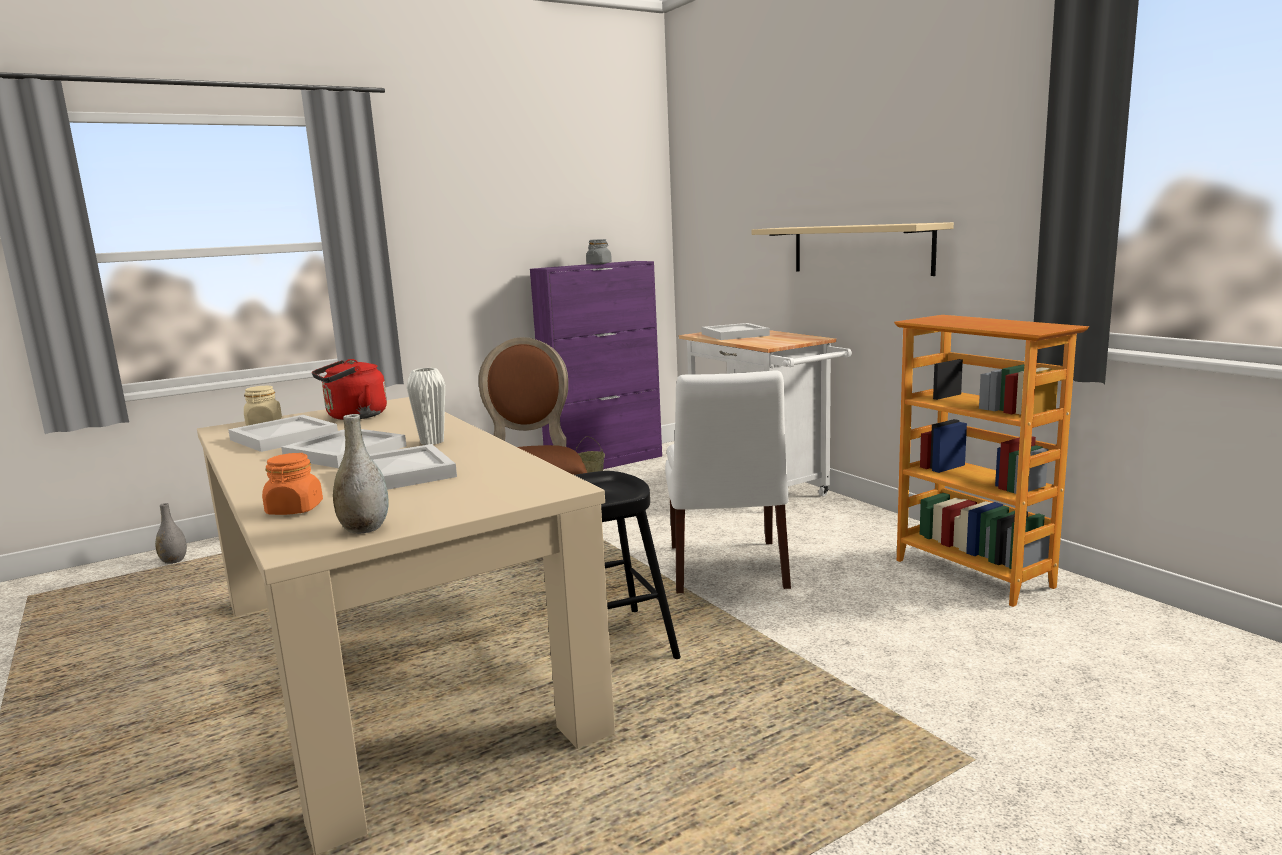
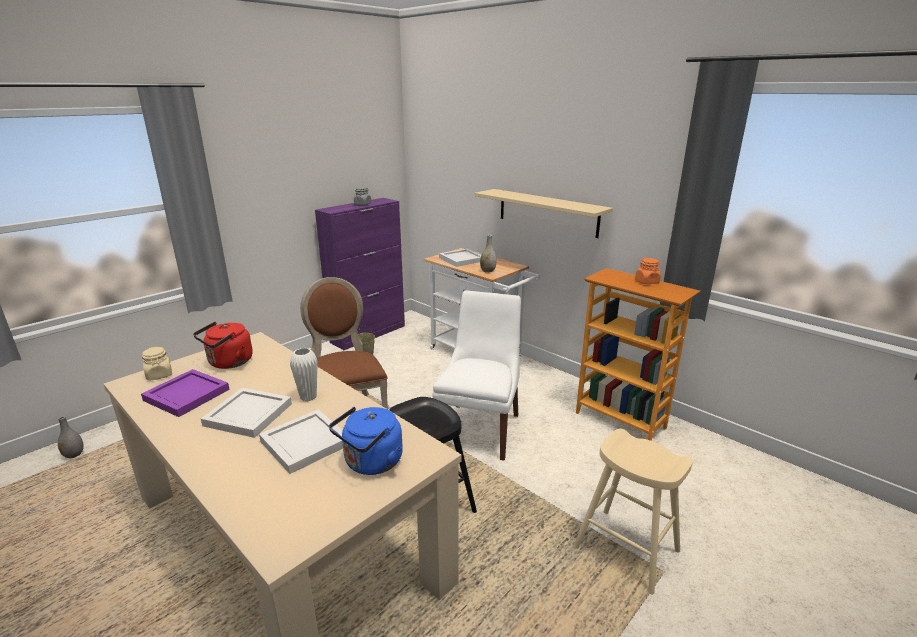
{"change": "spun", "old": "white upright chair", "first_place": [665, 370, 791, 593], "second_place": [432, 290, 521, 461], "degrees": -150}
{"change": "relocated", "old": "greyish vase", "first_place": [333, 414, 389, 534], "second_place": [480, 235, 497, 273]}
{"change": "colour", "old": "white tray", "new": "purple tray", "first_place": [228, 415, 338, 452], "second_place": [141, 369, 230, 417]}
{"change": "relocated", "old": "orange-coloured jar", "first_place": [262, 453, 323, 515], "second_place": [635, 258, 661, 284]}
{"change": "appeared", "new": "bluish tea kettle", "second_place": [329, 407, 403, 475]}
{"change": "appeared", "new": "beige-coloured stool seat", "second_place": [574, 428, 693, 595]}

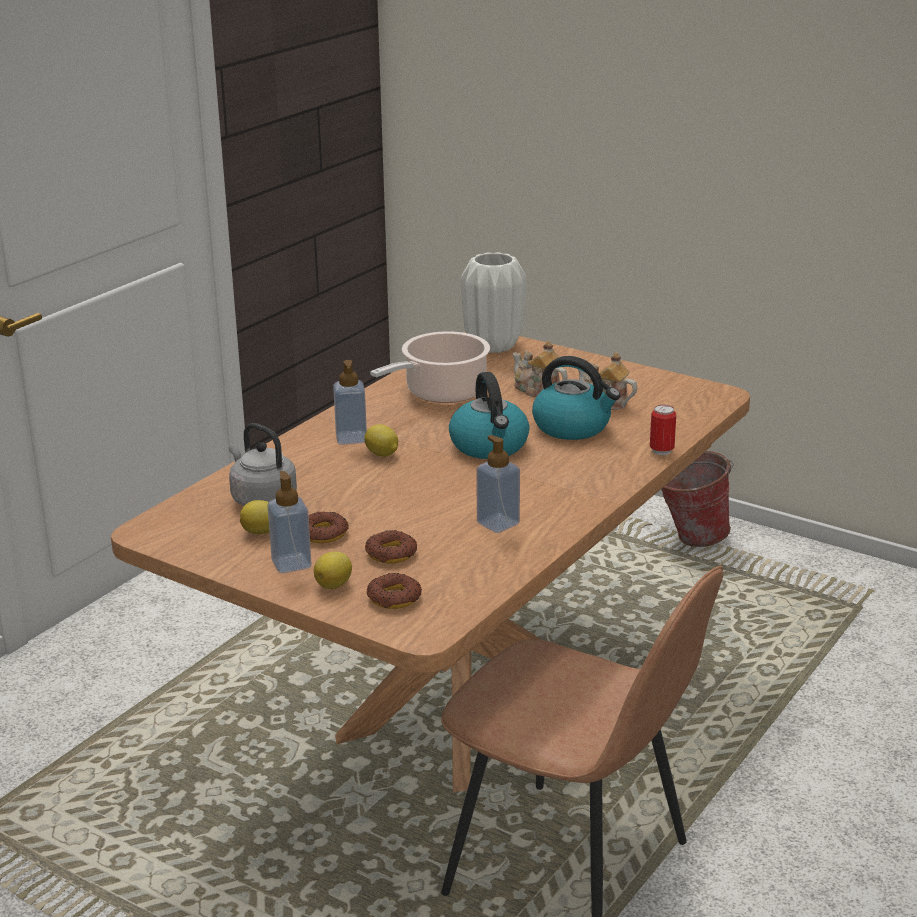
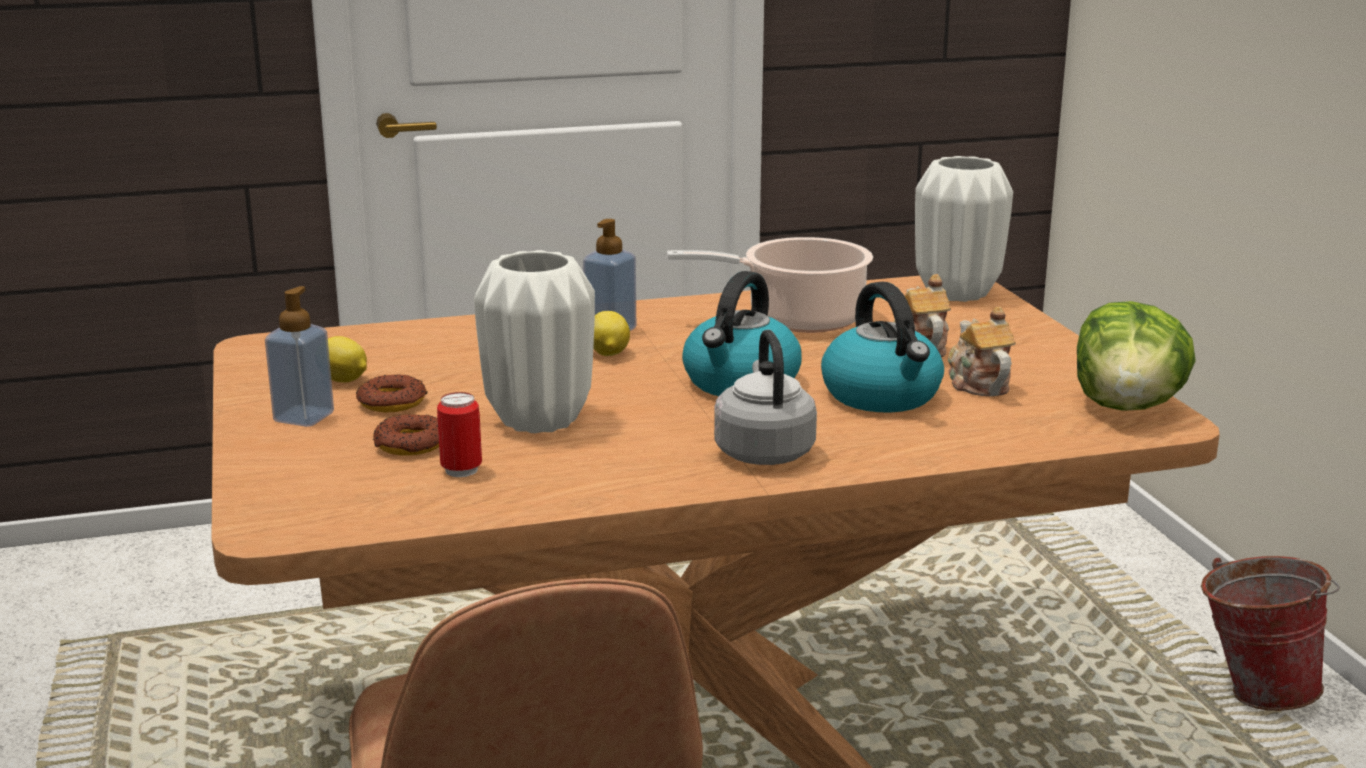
{"change": "relocated", "old": "metal can", "first_place": [650, 405, 676, 455], "second_place": [437, 392, 482, 477]}
{"change": "relocated", "old": "greyish tea kettle", "first_place": [229, 423, 297, 506], "second_place": [714, 330, 817, 465]}
{"change": "missing", "old": "soap bottle", "first_place": [476, 435, 520, 533]}
{"change": "missing", "old": "citrus fruit", "first_place": [314, 551, 352, 589]}
{"change": "missing", "old": "ring doughnut", "first_place": [367, 573, 422, 609]}
{"change": "appeared", "new": "white vase", "second_place": [474, 250, 595, 433]}
{"change": "appeared", "new": "lettuce head", "second_place": [1077, 301, 1196, 411]}

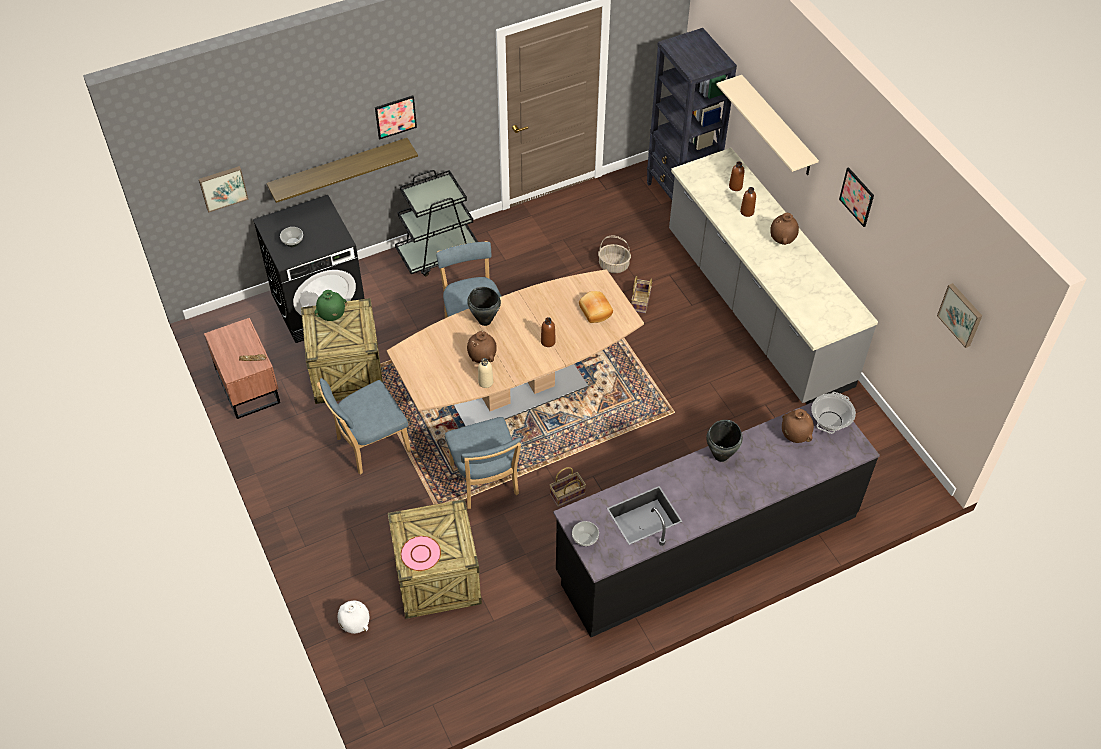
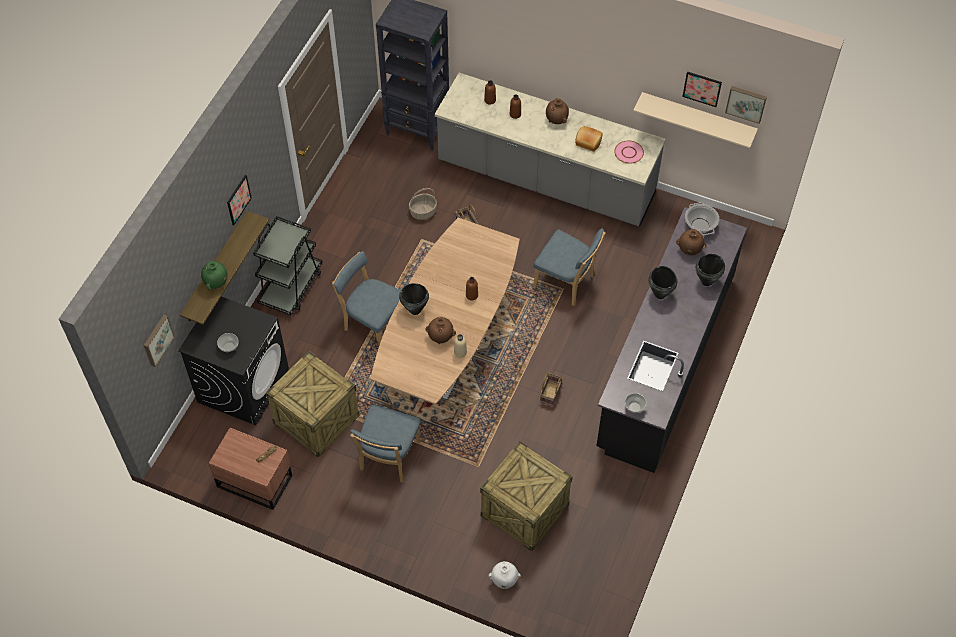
{"change": "relocated", "old": "beige-coloured wall shelf", "first_place": [716, 75, 819, 175], "second_place": [633, 92, 758, 148]}
{"change": "relocated", "old": "picture", "first_place": [839, 167, 874, 227], "second_place": [682, 71, 722, 107]}
{"change": "relocated", "old": "green vase", "first_place": [314, 290, 347, 321], "second_place": [201, 261, 228, 289]}
{"change": "relocated", "old": "bread", "first_place": [579, 291, 613, 323], "second_place": [575, 126, 603, 152]}
{"change": "relocated", "old": "bluish upright chair", "first_place": [445, 417, 521, 509], "second_place": [533, 228, 606, 306]}
{"change": "relocated", "old": "pinkish flat dish", "first_place": [401, 536, 441, 571], "second_place": [614, 141, 644, 163]}
{"change": "appeared", "new": "black stockpot", "second_place": [696, 254, 725, 286]}

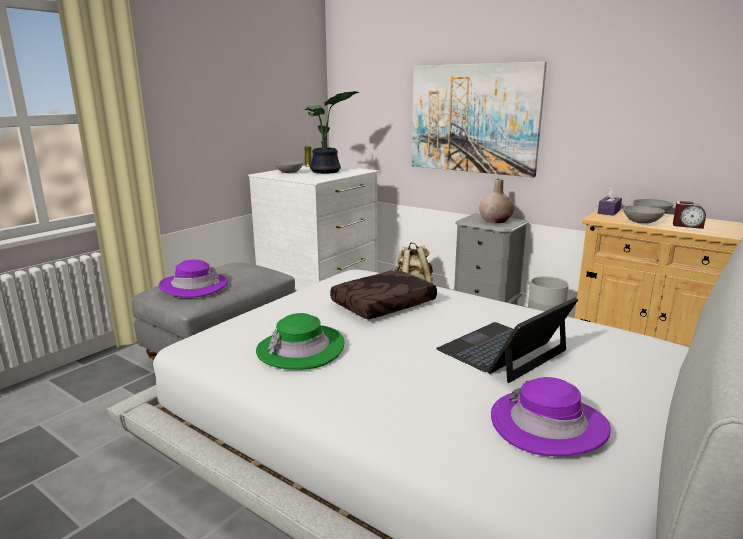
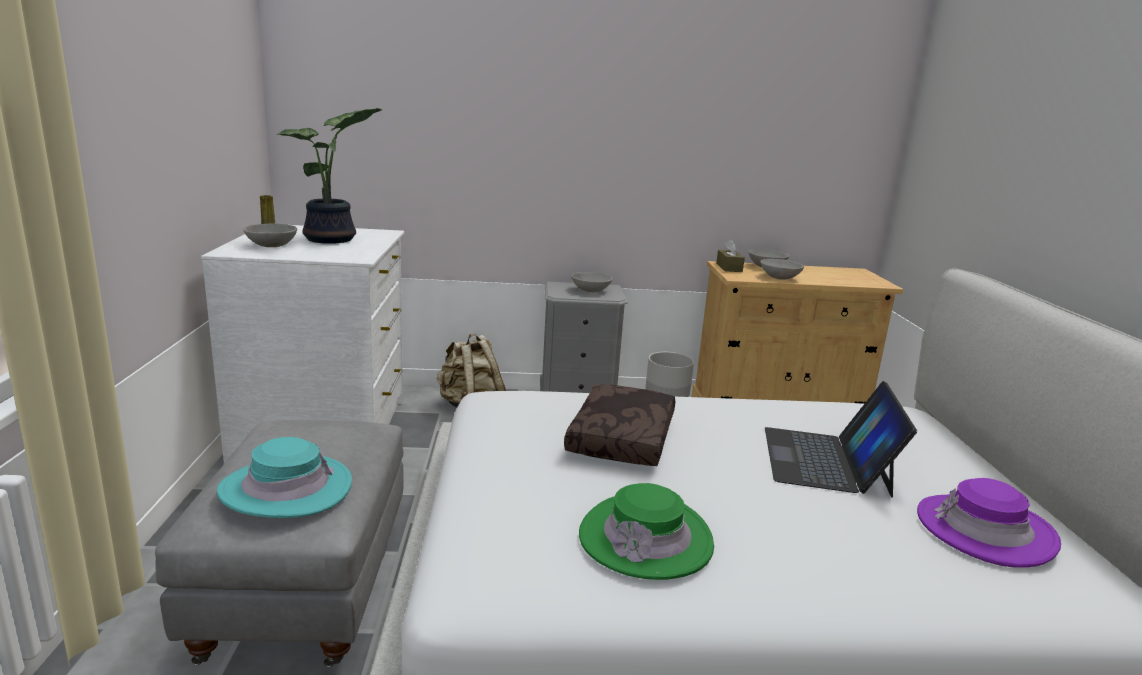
{"change": "missing", "old": "picture", "first_place": [412, 62, 547, 178]}
{"change": "exchanged", "old": "beige-coloured vase", "new": "greyish bowl", "first_place": [479, 179, 514, 223], "second_place": [571, 272, 613, 292]}
{"change": "colour", "old": "purple box of tissues", "new": "brown box of tissues", "first_place": [598, 187, 622, 216], "second_place": [716, 239, 745, 272]}
{"change": "missing", "old": "table clock", "first_place": [673, 201, 706, 229]}
{"change": "colour", "old": "purple hat", "new": "turquoise-coloured hat", "first_place": [158, 260, 228, 297], "second_place": [217, 437, 352, 518]}

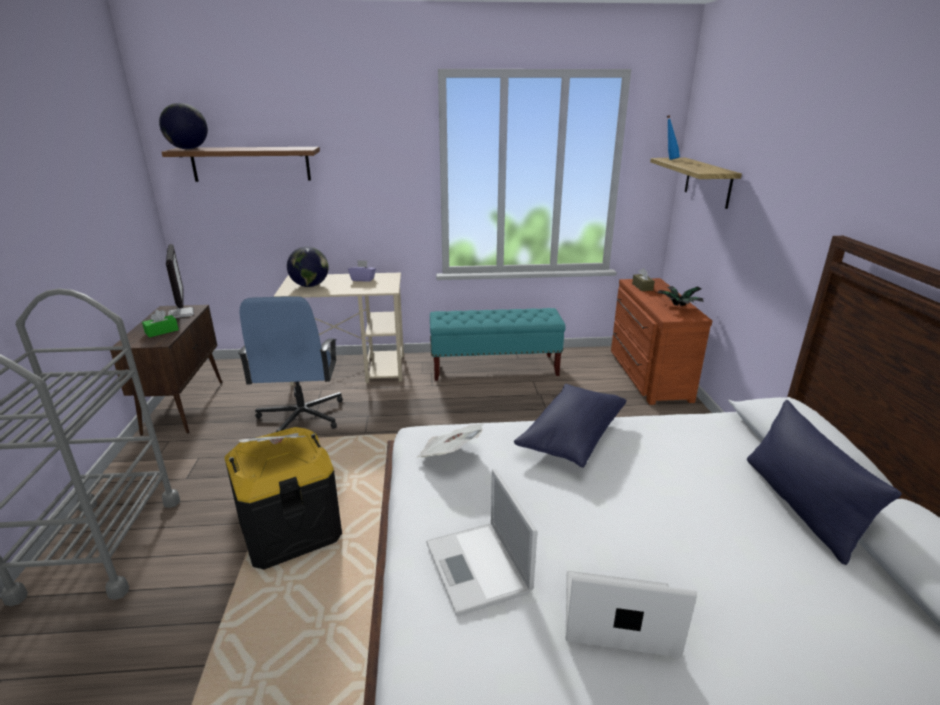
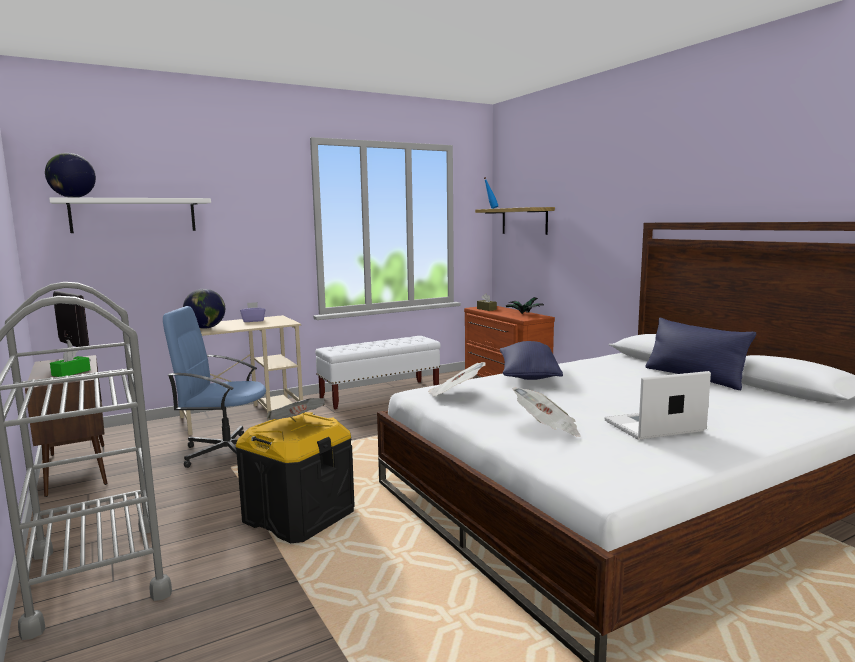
{"change": "colour", "old": "brown wall shelf", "new": "white wall shelf", "first_place": [162, 147, 320, 182], "second_place": [49, 197, 211, 233]}
{"change": "spun", "old": "bluish office chair", "first_place": [238, 296, 343, 432], "second_place": [163, 306, 266, 468], "degrees": 120}
{"change": "colour", "old": "turquoise-coloured bench", "new": "white bench", "first_place": [430, 308, 566, 381], "second_place": [315, 336, 441, 410]}
{"change": "exchanged", "old": "portable computer", "new": "newspaper", "first_place": [426, 469, 537, 616], "second_place": [513, 387, 581, 437]}

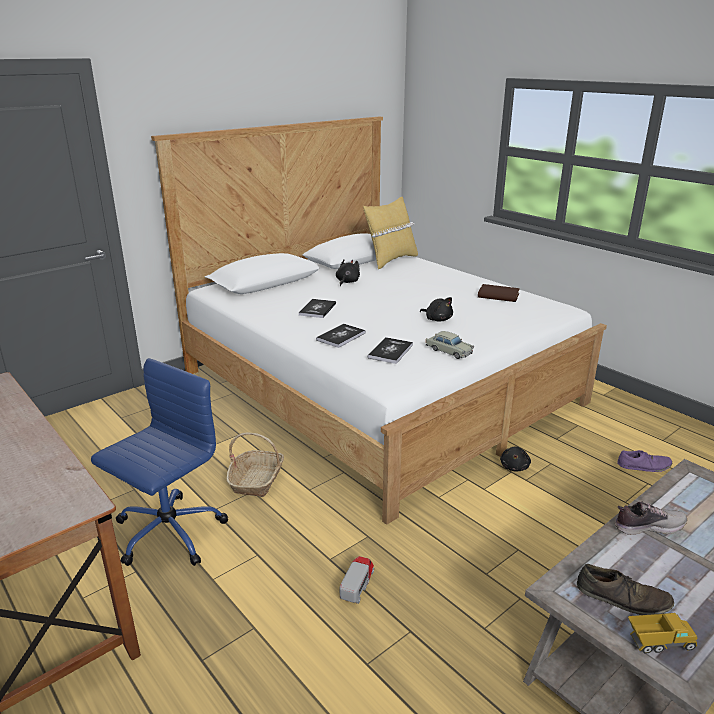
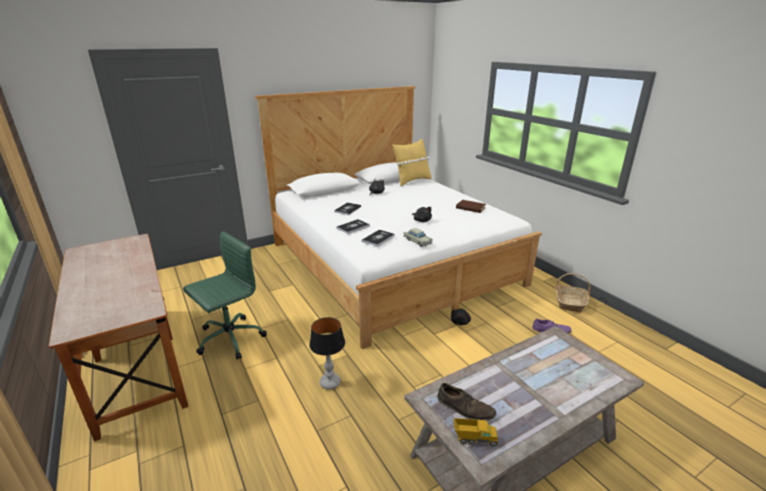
{"change": "colour", "old": "bluish office chair", "new": "green office chair", "first_place": [91, 358, 228, 566], "second_place": [183, 231, 267, 360]}
{"change": "relocated", "old": "storage basket", "first_place": [226, 433, 284, 497], "second_place": [556, 273, 591, 313]}
{"change": "missing", "old": "item of footwear", "first_place": [615, 501, 687, 535]}
{"change": "exchanged", "old": "toy truck", "new": "table lamp", "first_place": [340, 556, 374, 604], "second_place": [309, 317, 345, 390]}

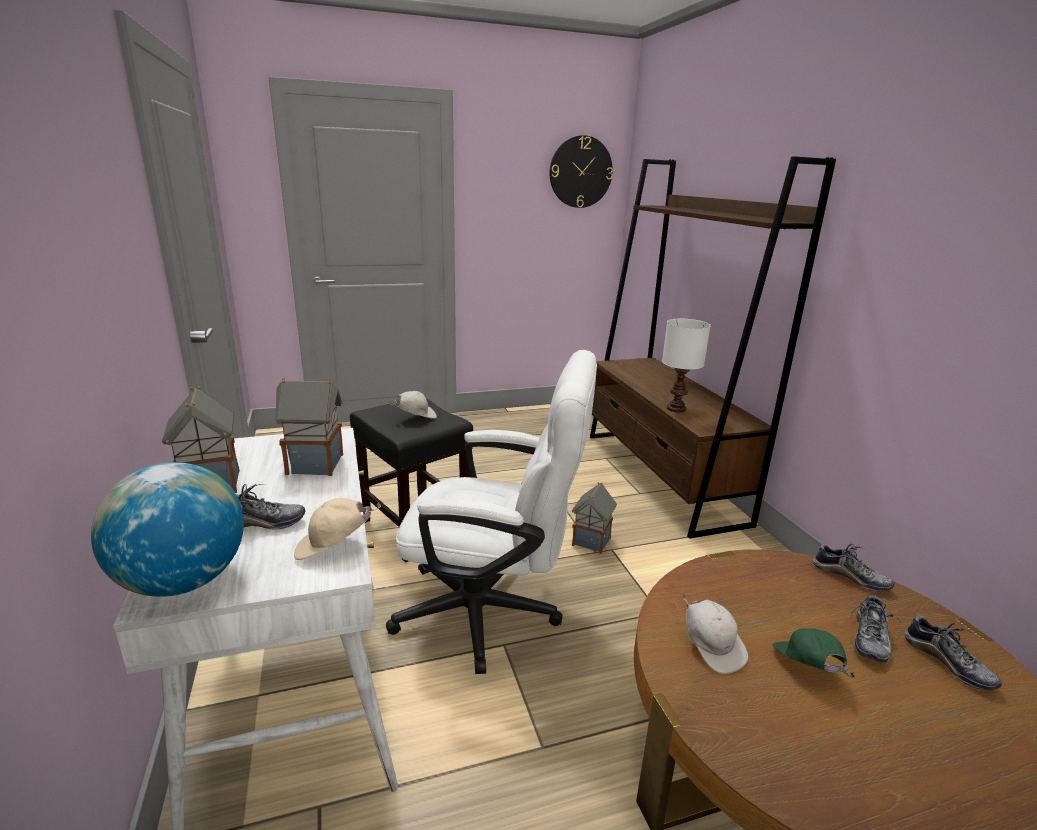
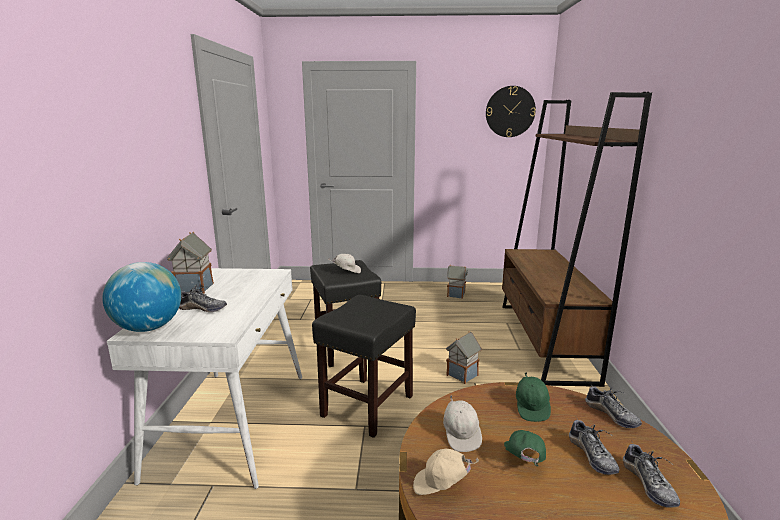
{"change": "missing", "old": "white table lamp", "first_place": [662, 319, 711, 413]}
{"change": "exchanged", "old": "white office chair", "new": "black stool seat", "first_place": [386, 350, 597, 674], "second_place": [312, 295, 416, 438]}
{"change": "relocated", "old": "model house", "first_place": [275, 378, 343, 476], "second_place": [447, 265, 468, 299]}
{"change": "relocated", "old": "beige-coloured cap", "first_place": [294, 498, 381, 560], "second_place": [413, 449, 479, 495]}
{"change": "spun", "old": "item of footwear", "first_place": [851, 592, 903, 663], "second_place": [569, 417, 619, 475], "degrees": -60}
{"change": "appeared", "new": "green cap", "second_place": [516, 372, 551, 422]}

